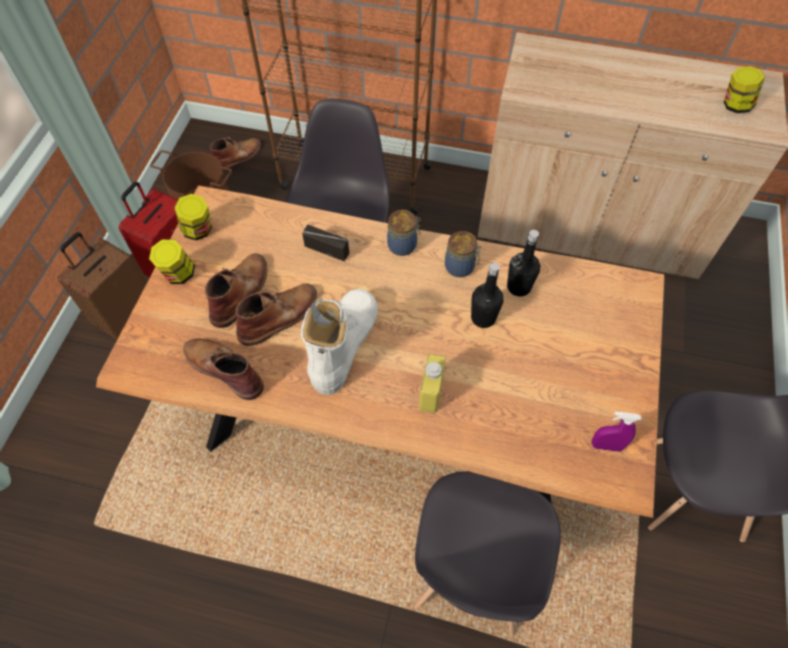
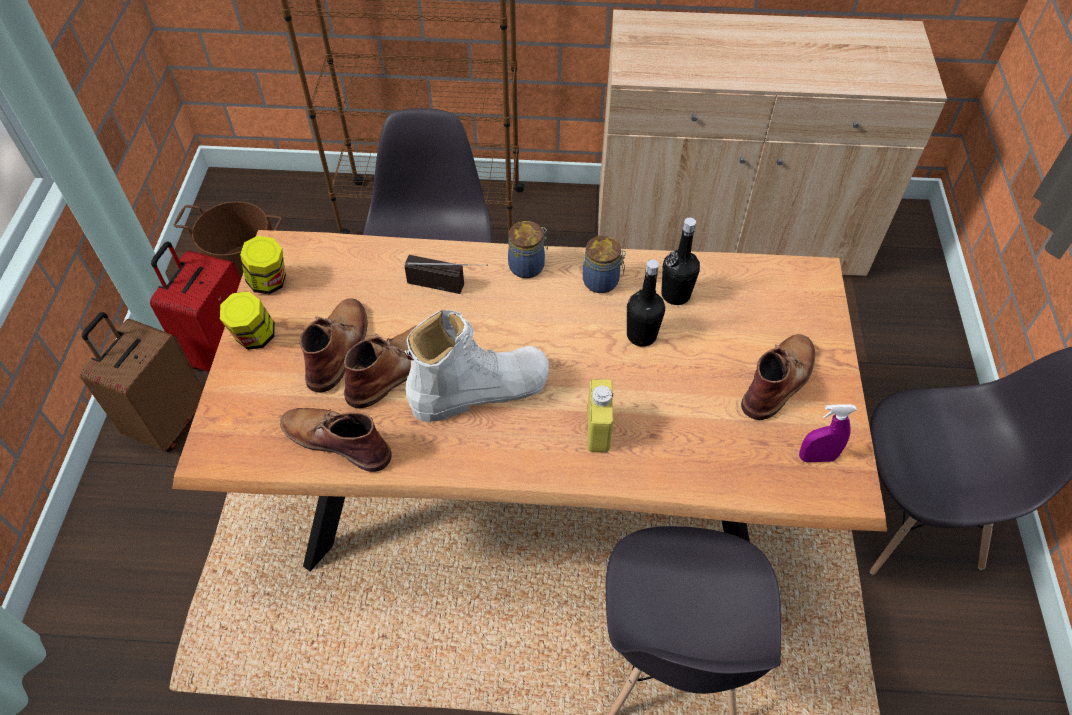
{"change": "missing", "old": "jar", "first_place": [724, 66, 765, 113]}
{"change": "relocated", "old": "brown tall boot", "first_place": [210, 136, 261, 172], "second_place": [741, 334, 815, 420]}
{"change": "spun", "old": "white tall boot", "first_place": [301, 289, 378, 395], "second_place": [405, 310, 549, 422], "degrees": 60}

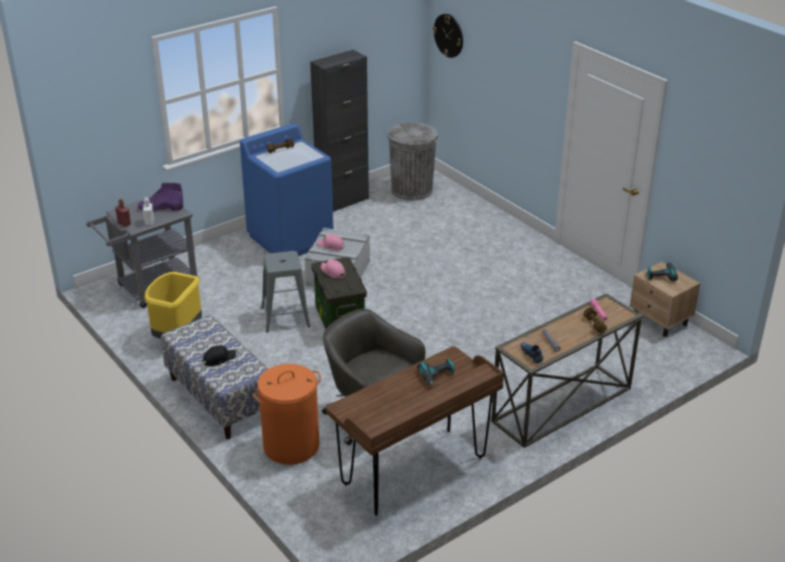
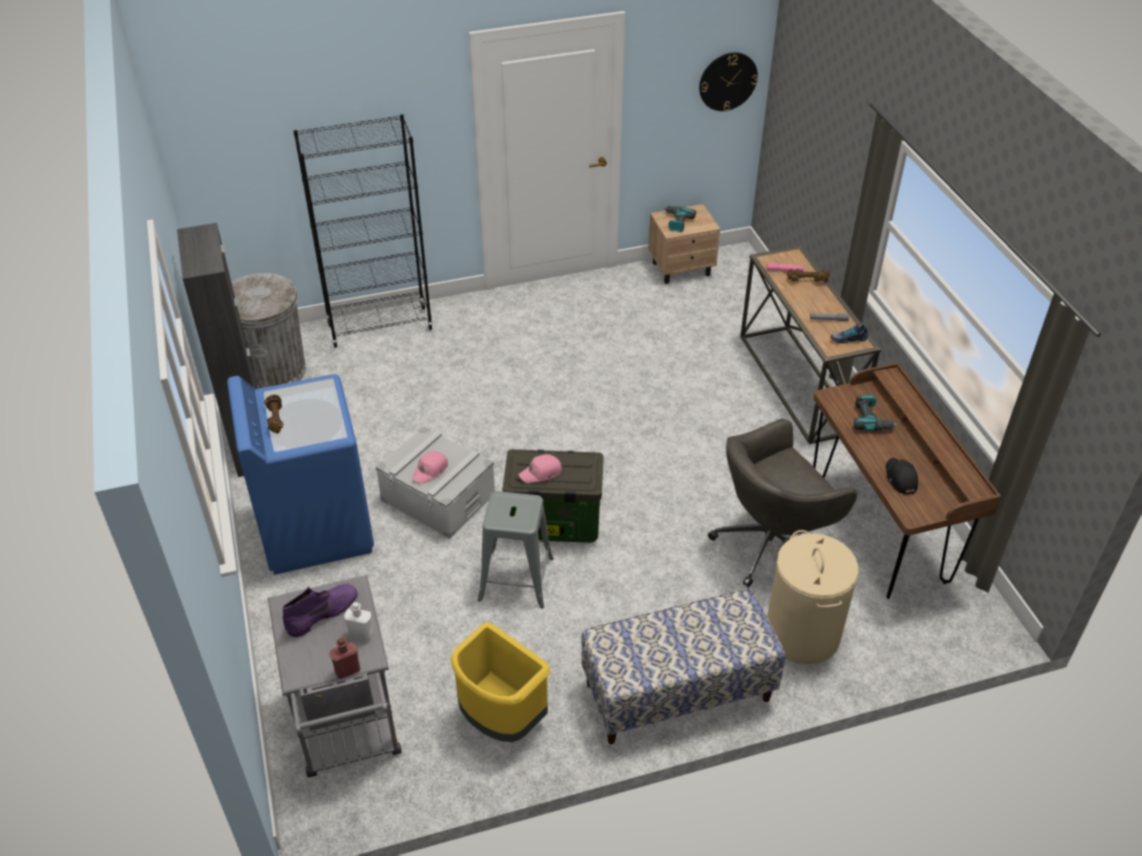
{"change": "relocated", "old": "hanging clock", "first_place": [433, 14, 463, 58], "second_place": [699, 52, 758, 111]}
{"change": "spun", "old": "purple tall boot", "first_place": [138, 183, 183, 212], "second_place": [282, 584, 358, 637], "degrees": -150}
{"change": "relocated", "old": "black cap", "first_place": [203, 345, 236, 366], "second_place": [886, 458, 918, 494]}
{"change": "colour", "old": "orange-coloured hamper", "new": "beige-coloured hamper", "first_place": [253, 364, 321, 465], "second_place": [767, 530, 859, 664]}
{"change": "appeared", "new": "black bookcase", "second_place": [293, 114, 433, 348]}

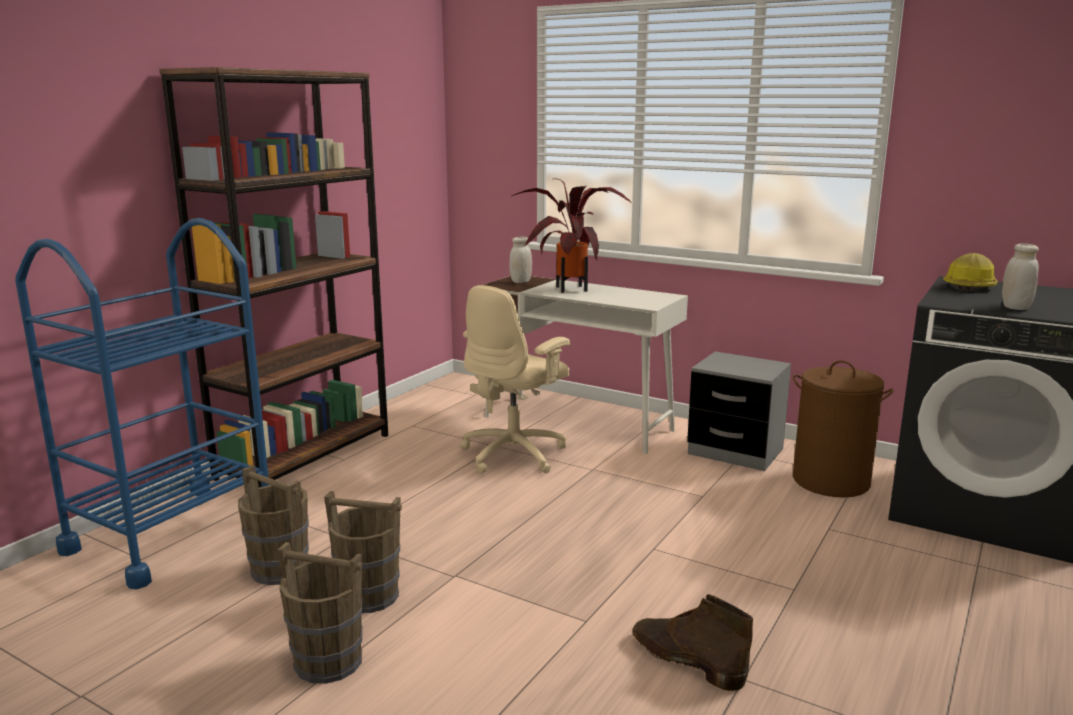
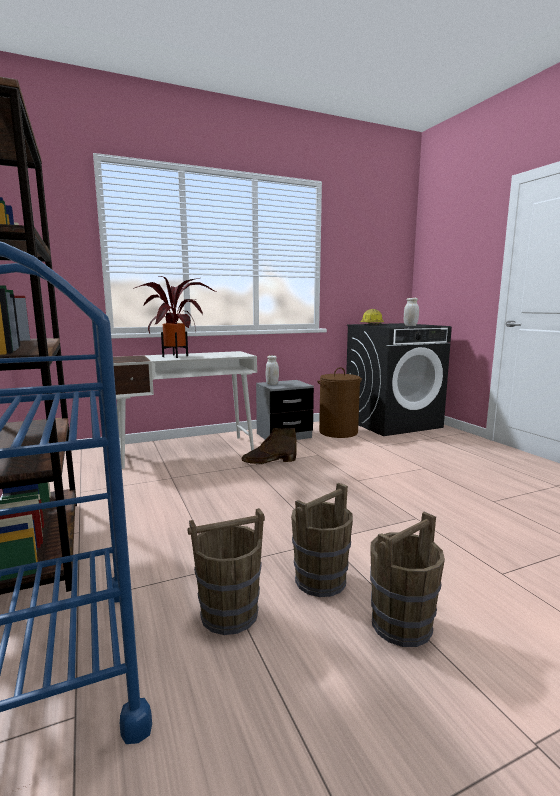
{"change": "relocated", "old": "white jar", "first_place": [509, 237, 532, 283], "second_place": [266, 355, 279, 385]}
{"change": "missing", "old": "beige-coloured office chair", "first_place": [460, 285, 570, 474]}
{"change": "relocated", "old": "brown tall boot", "first_place": [632, 594, 753, 691], "second_place": [241, 428, 297, 464]}

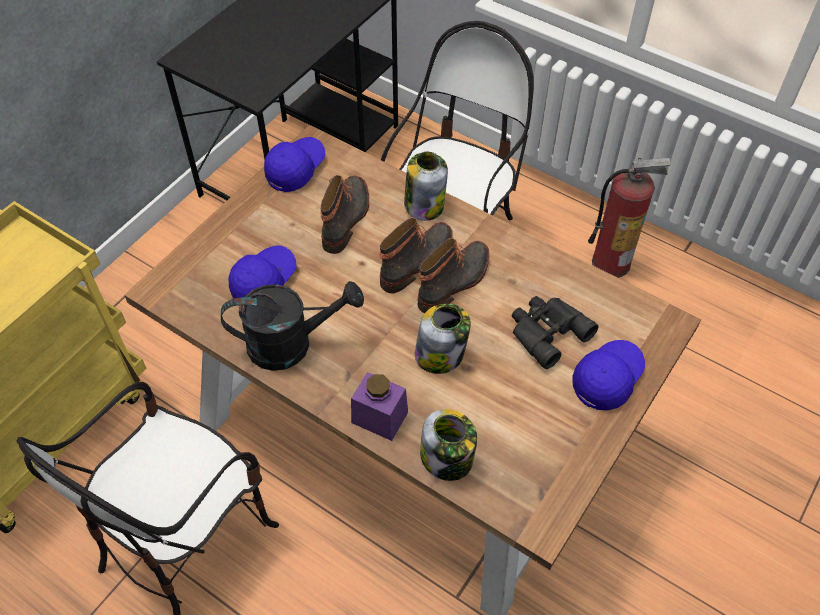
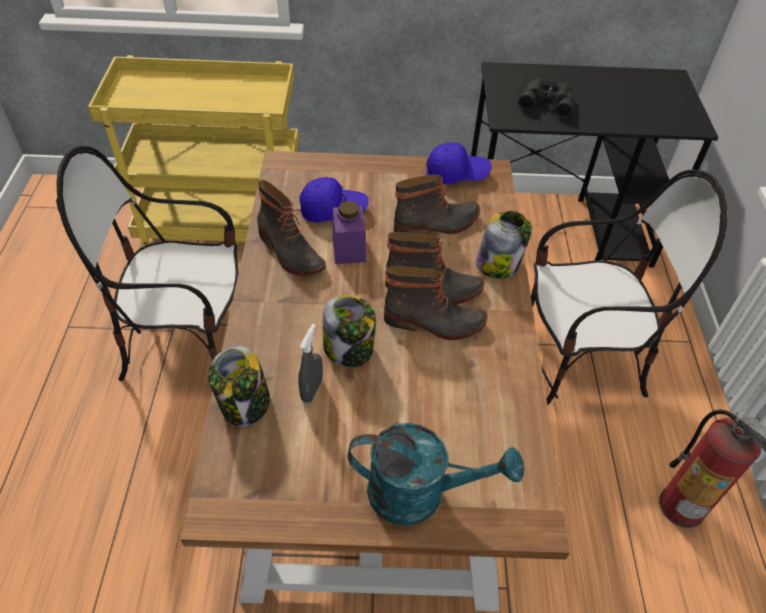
{"change": "exchanged", "old": "black watering pot", "new": "tall boot", "first_place": [221, 281, 364, 371], "second_place": [257, 180, 326, 275]}
{"change": "relocated", "old": "black binoculars", "first_place": [512, 296, 599, 369], "second_place": [518, 78, 574, 118]}
{"change": "exchanged", "old": "bluish cap", "new": "turquoise-coloured watering pot", "first_place": [572, 340, 645, 410], "second_place": [348, 423, 524, 526]}
{"change": "relocated", "old": "purple jar", "first_place": [351, 372, 408, 441], "second_place": [332, 201, 366, 264]}
{"change": "appeared", "new": "greyish sprayer", "second_place": [298, 324, 323, 403]}

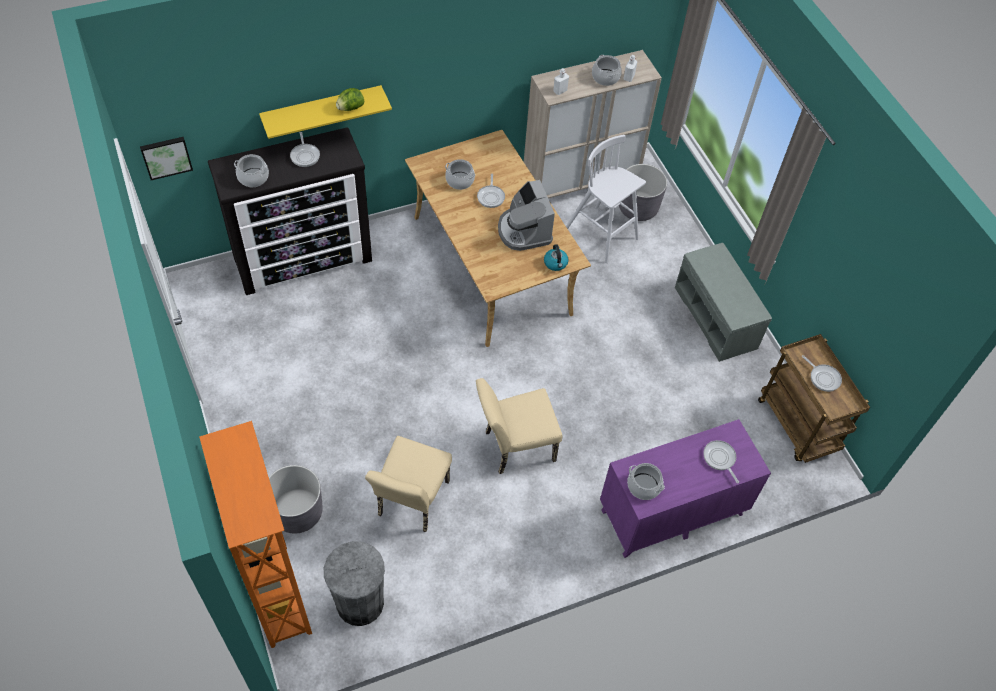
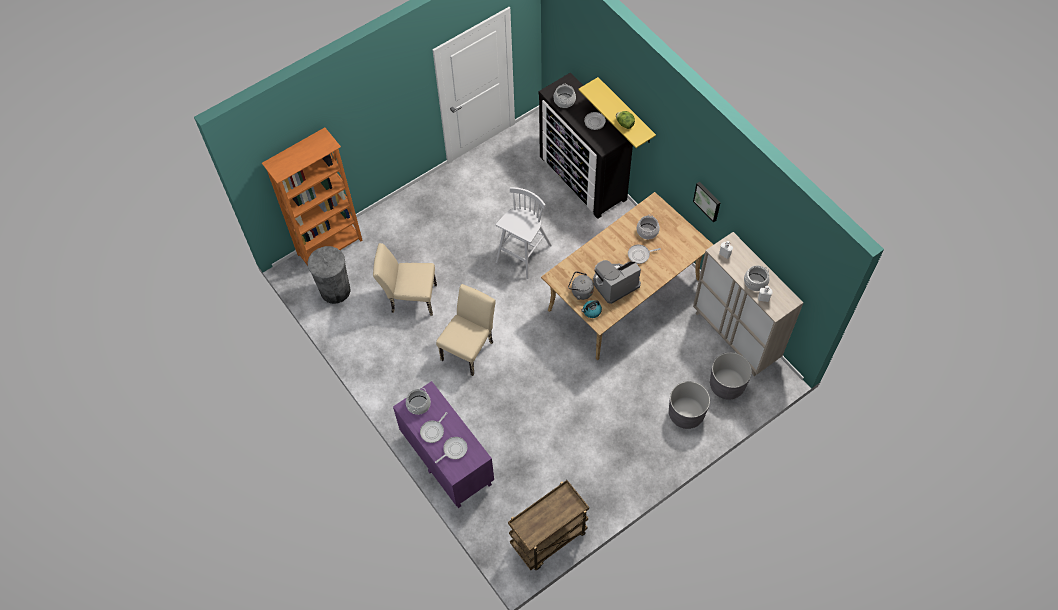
{"change": "relocated", "old": "white stool seat", "first_place": [566, 135, 646, 263], "second_place": [496, 187, 552, 279]}
{"change": "relocated", "old": "picture", "first_place": [140, 137, 193, 180], "second_place": [693, 181, 721, 222]}
{"change": "missing", "old": "greyish bench", "first_place": [675, 243, 772, 362]}
{"change": "relocated", "old": "frying pan", "first_place": [802, 355, 842, 392], "second_place": [420, 412, 448, 443]}
{"change": "spun", "old": "beige-coloured upright chair", "first_place": [476, 378, 562, 474], "second_place": [436, 284, 496, 376], "degrees": 60}
{"change": "relocated", "old": "greyish plant pot", "first_place": [269, 465, 323, 534], "second_place": [669, 381, 710, 429]}
{"change": "appeared", "new": "greyish tea kettle", "second_place": [568, 271, 594, 300]}

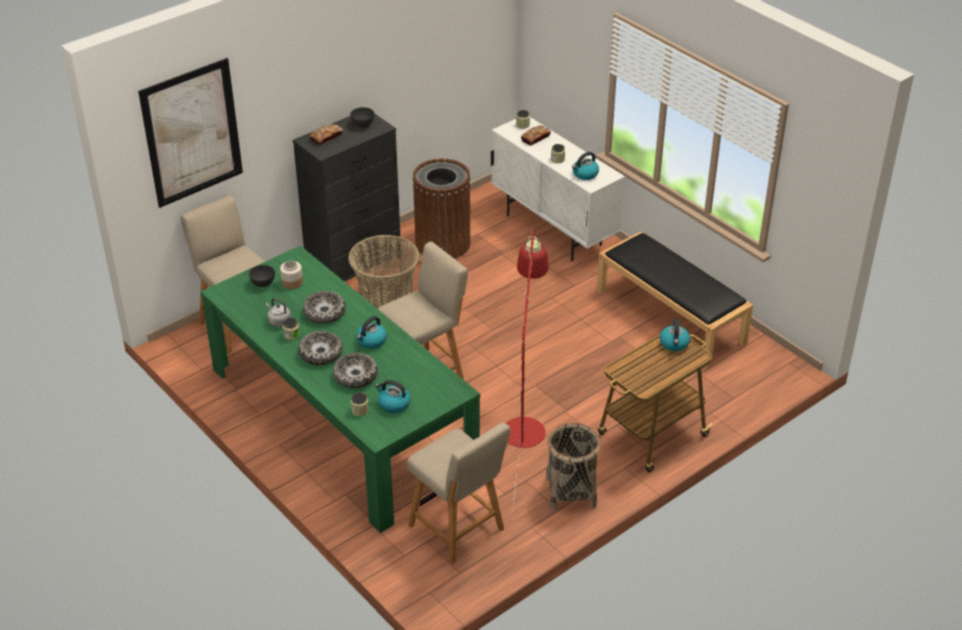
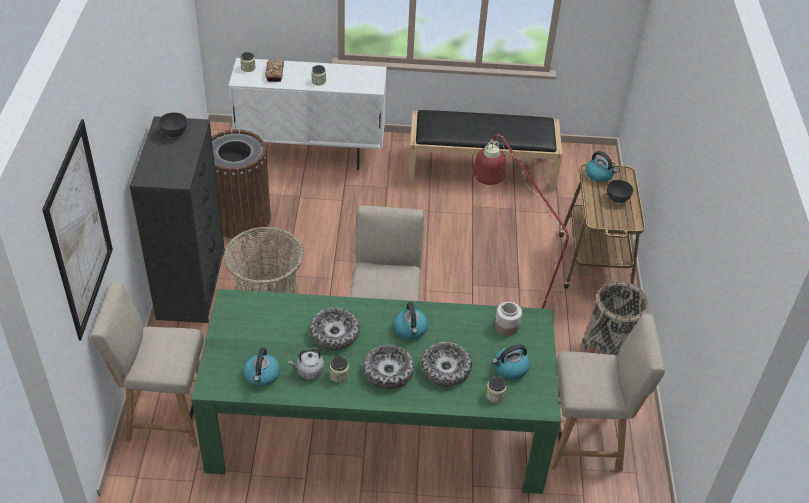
{"change": "missing", "old": "bread", "first_place": [309, 124, 343, 146]}
{"change": "relocated", "old": "tea kettle", "first_place": [572, 152, 599, 180], "second_place": [244, 348, 280, 387]}
{"change": "relocated", "old": "jar", "first_place": [280, 261, 303, 289], "second_place": [495, 302, 522, 336]}
{"change": "relocated", "old": "greyish bowl", "first_place": [249, 265, 275, 287], "second_place": [607, 180, 634, 203]}

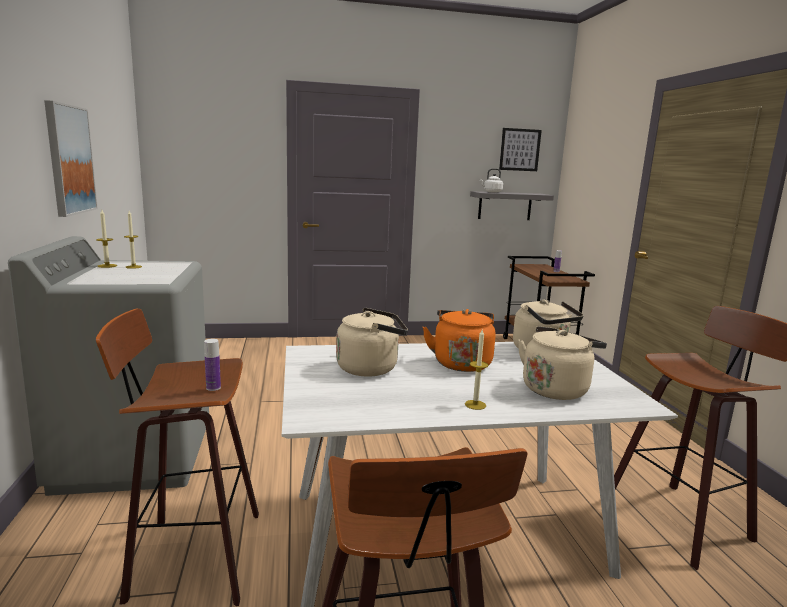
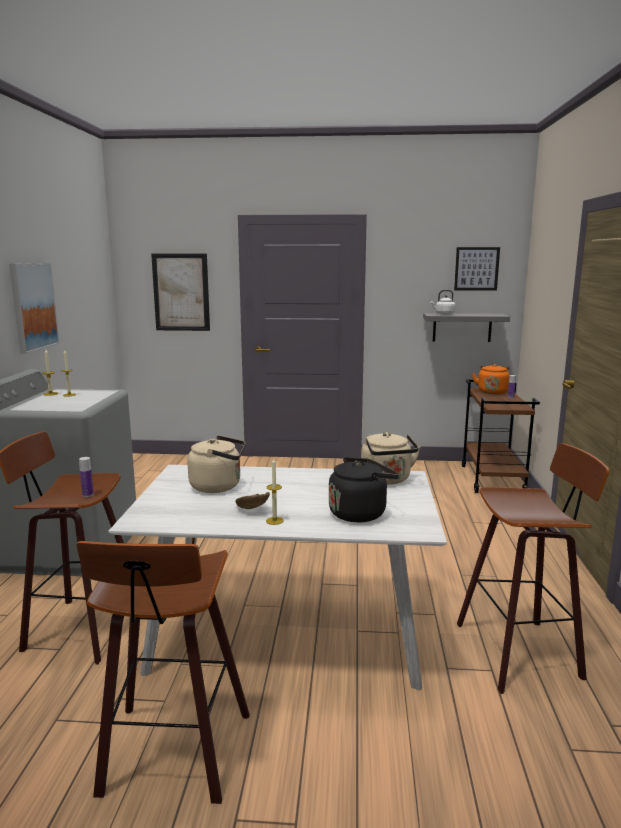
{"change": "relocated", "old": "orange-coloured tea kettle", "first_place": [423, 309, 496, 372], "second_place": [472, 364, 510, 394]}
{"change": "colour", "old": "beige-coloured tea kettle", "new": "black tea kettle", "first_place": [518, 326, 607, 400], "second_place": [329, 457, 399, 522]}
{"change": "appeared", "new": "picture", "second_place": [151, 254, 210, 331]}
{"change": "appeared", "new": "brown bowl", "second_place": [235, 492, 270, 509]}

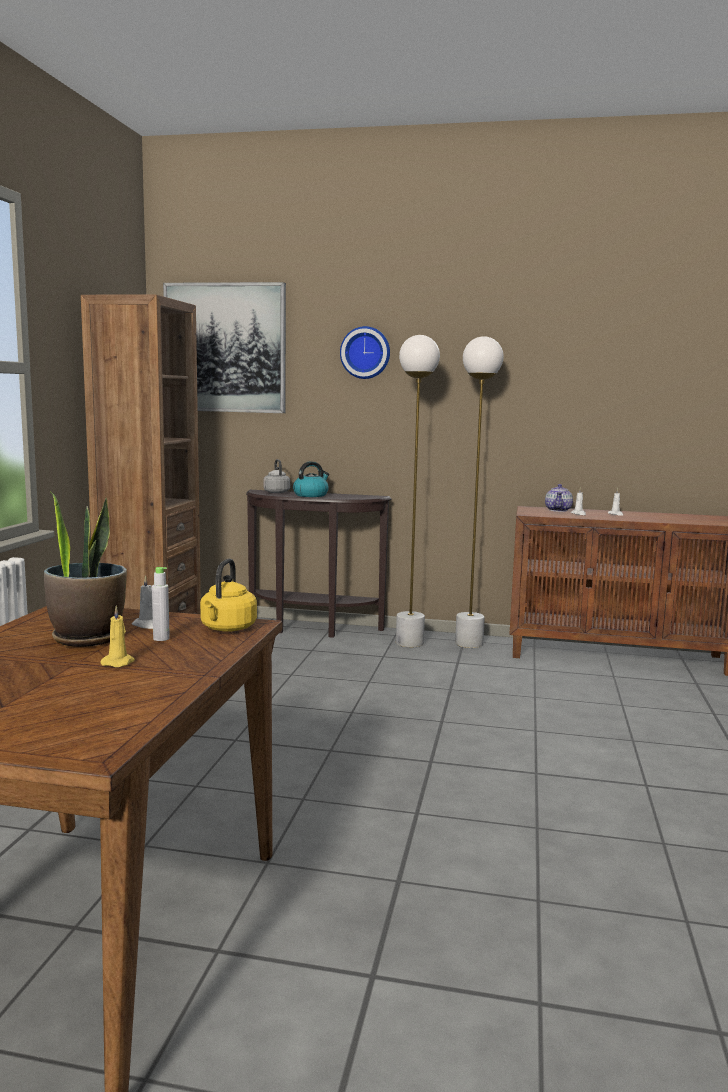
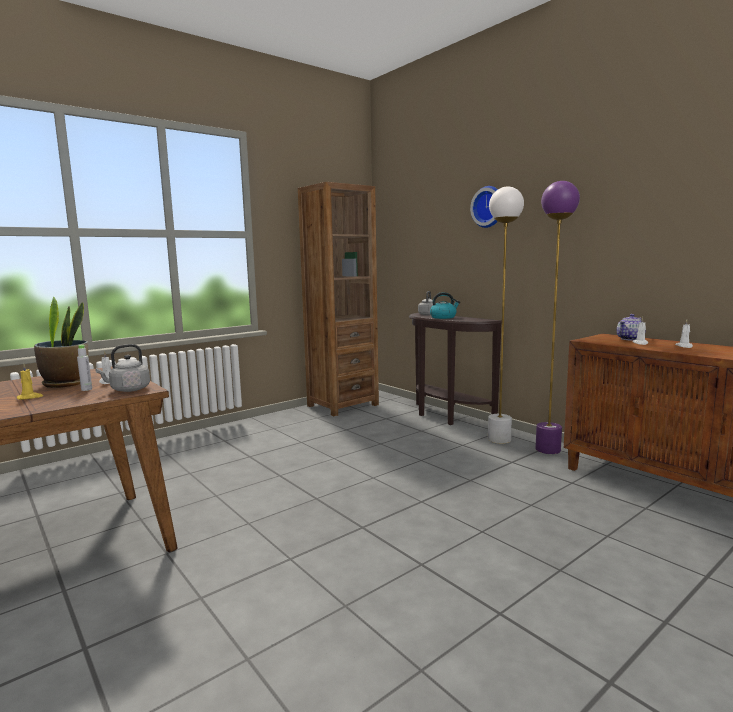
{"change": "missing", "old": "picture", "first_place": [163, 282, 286, 413]}
{"change": "colour", "old": "white floor lamp", "new": "purple floor lamp", "first_place": [455, 336, 504, 648], "second_place": [536, 181, 580, 454]}
{"change": "colour", "old": "yellowish tea kettle", "new": "greyish tea kettle", "first_place": [200, 559, 257, 632], "second_place": [95, 344, 150, 392]}

